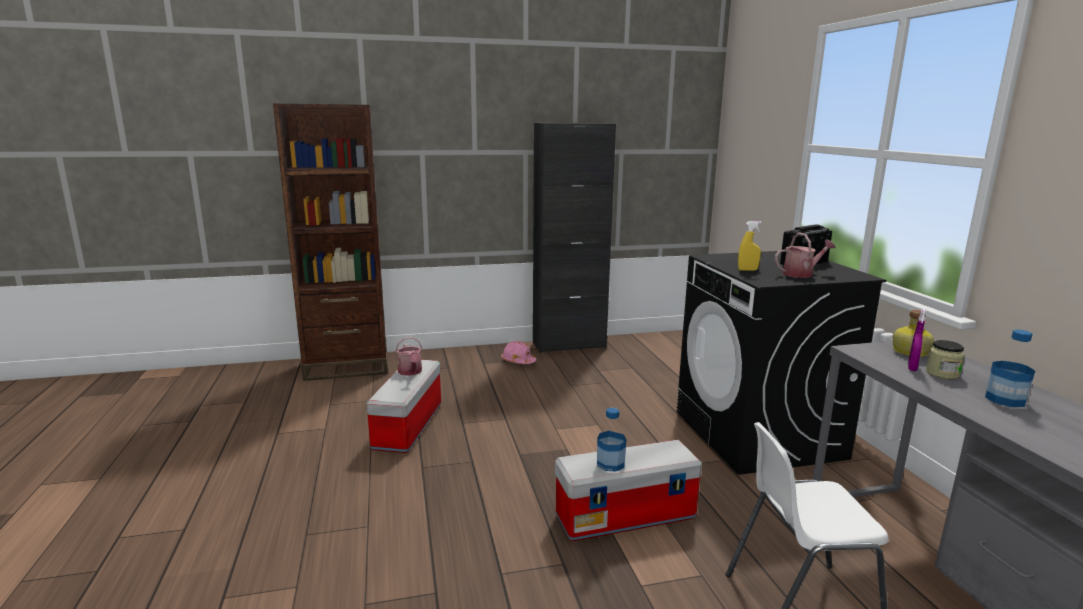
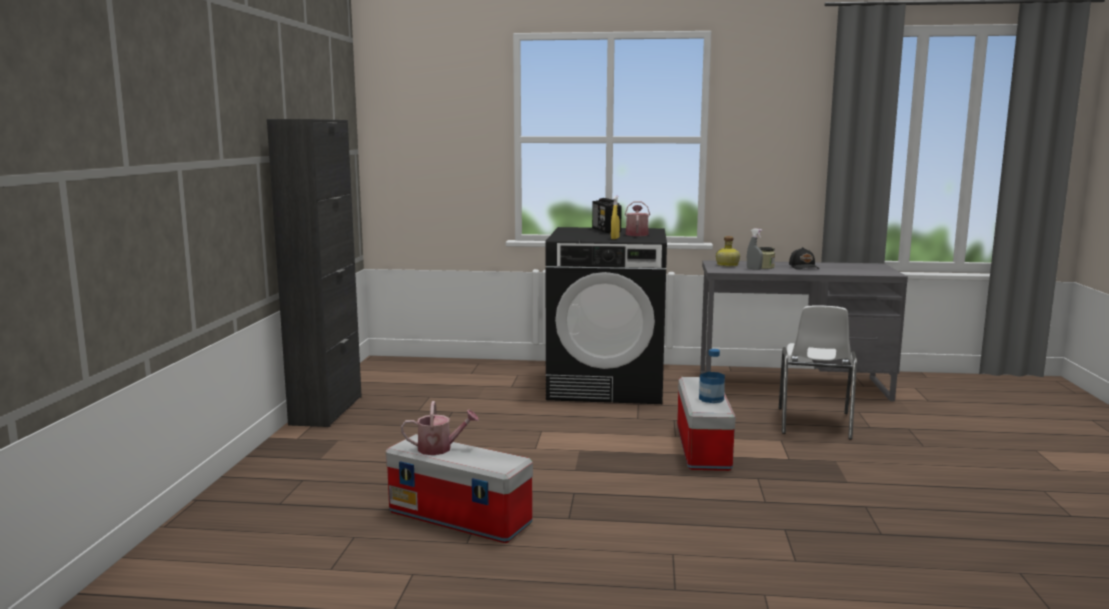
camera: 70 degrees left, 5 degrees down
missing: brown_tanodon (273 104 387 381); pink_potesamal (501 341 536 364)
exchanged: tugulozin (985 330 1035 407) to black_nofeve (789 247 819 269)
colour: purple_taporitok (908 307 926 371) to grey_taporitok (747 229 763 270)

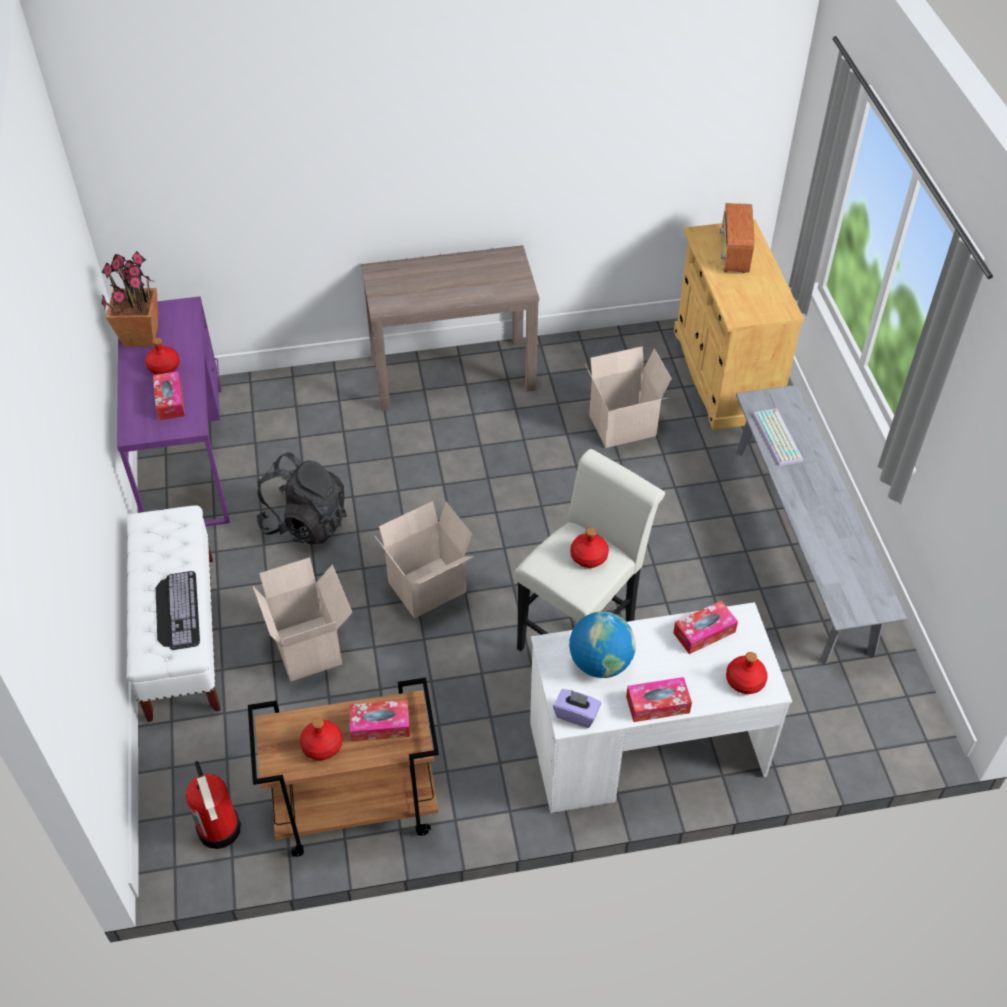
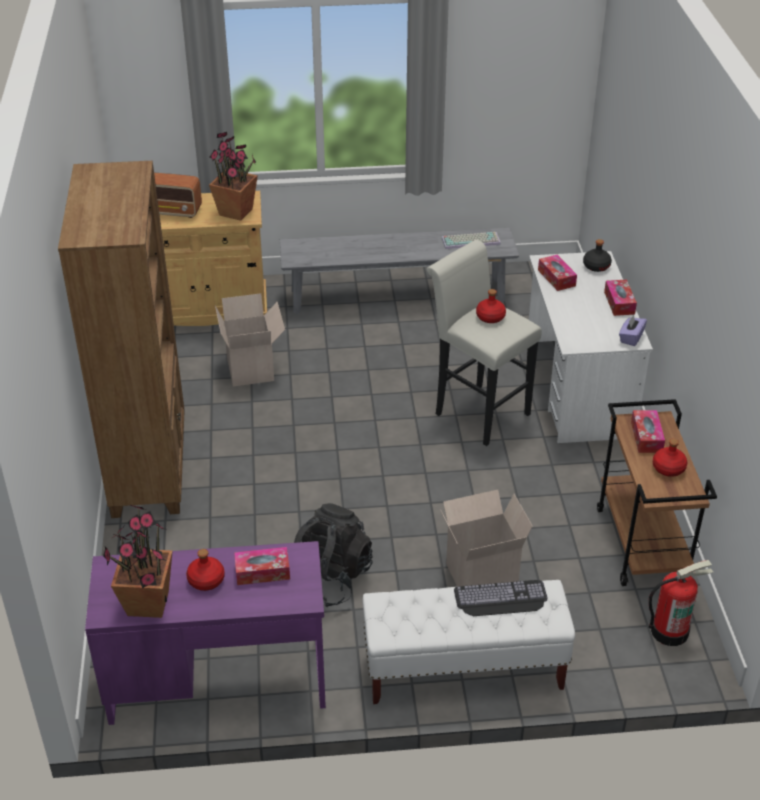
camera: 85 degrees left, 10 degrees down
missing: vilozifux (374 501 474 619); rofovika (569 611 636 678)
appeared: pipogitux (209 132 258 221)
relocated: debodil (753 408 803 466) to (442 232 501 249)
exchanged: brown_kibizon (361 245 539 411) to brown_tanodon (58 161 185 518)
colour: red_tugulozin (726 652 768 694) to black_tugulozin (583 239 612 272)

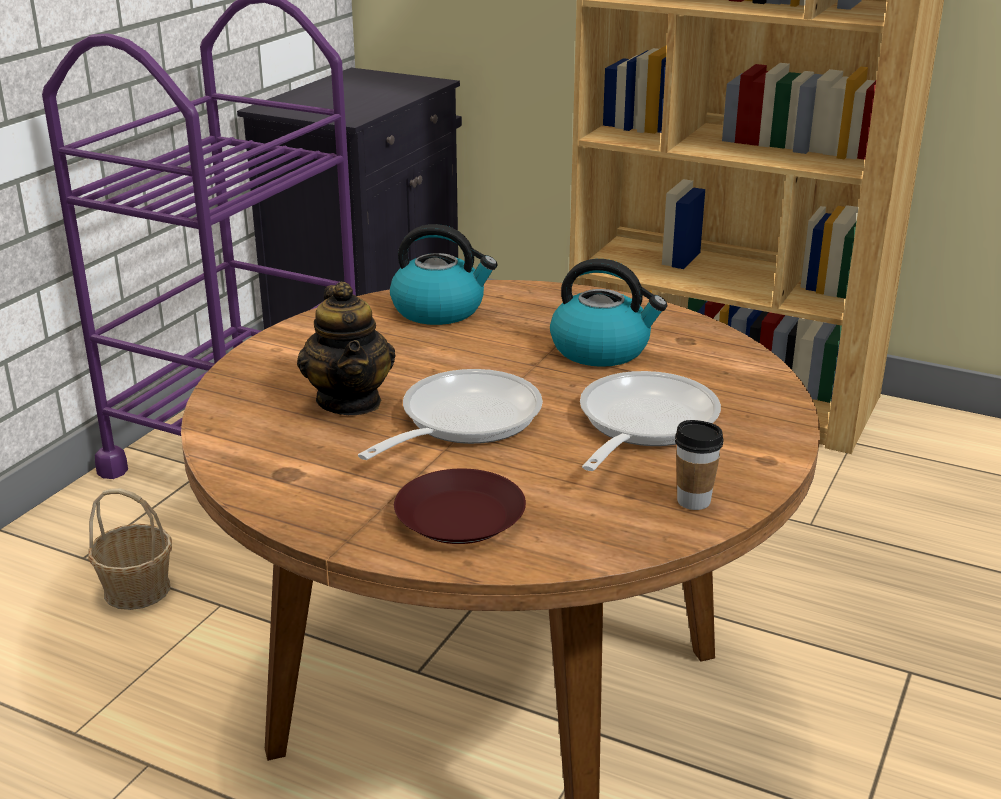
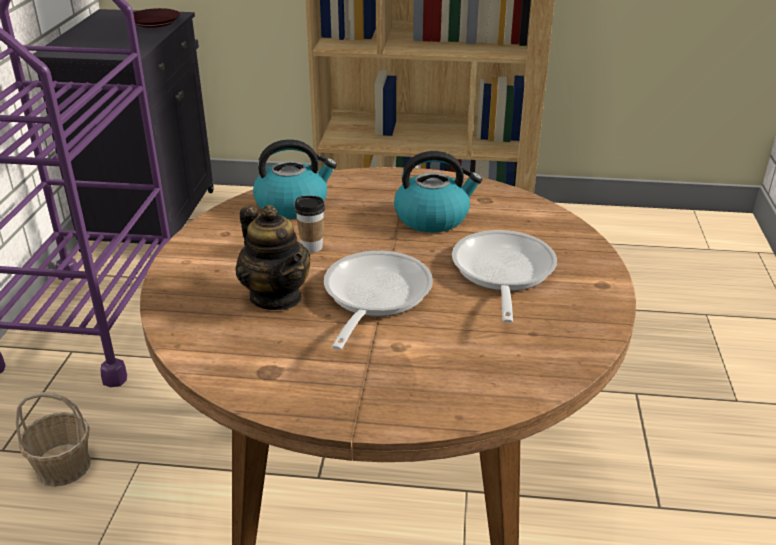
camera: 20 degrees left, 5 degrees up
relocated: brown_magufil (394 469 526 544) to (133 8 180 28); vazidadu (675 420 724 510) to (294 196 325 253)

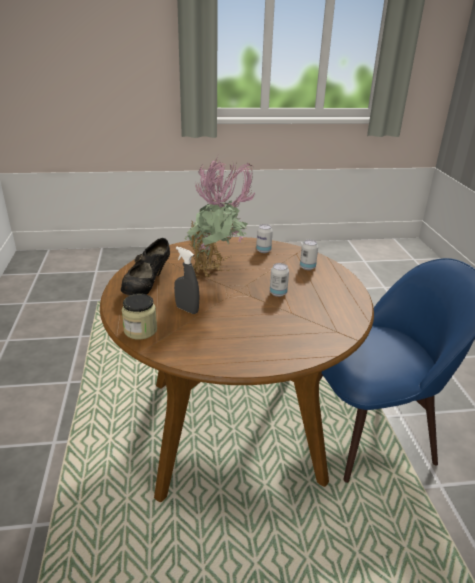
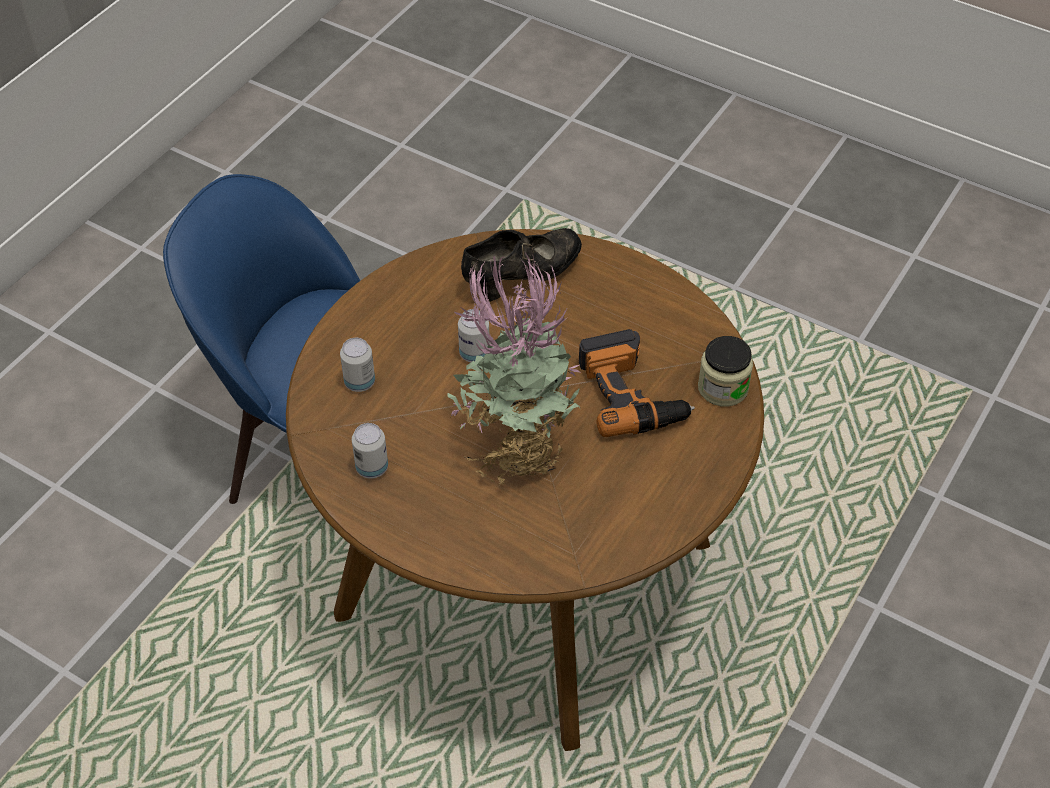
camera: 140 degrees left, 20 degrees up
relocated: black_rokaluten (121 238 170 296) to (461 228 582 302)
exchanged: grey_taporitok (174 247 200 314) to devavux (578 329 695 437)

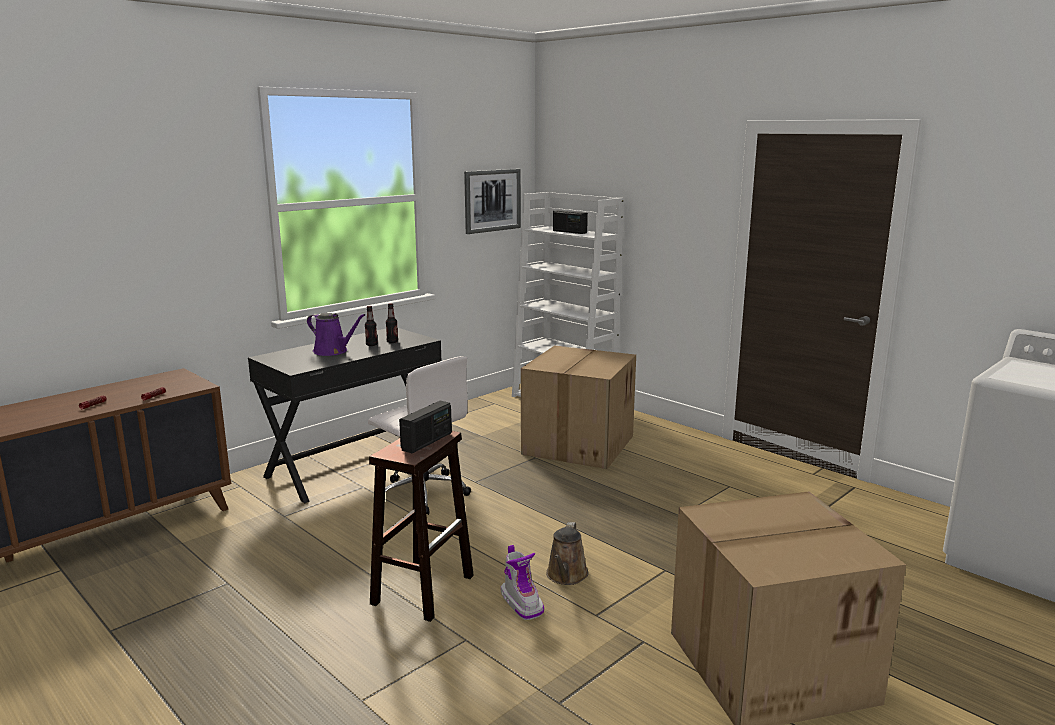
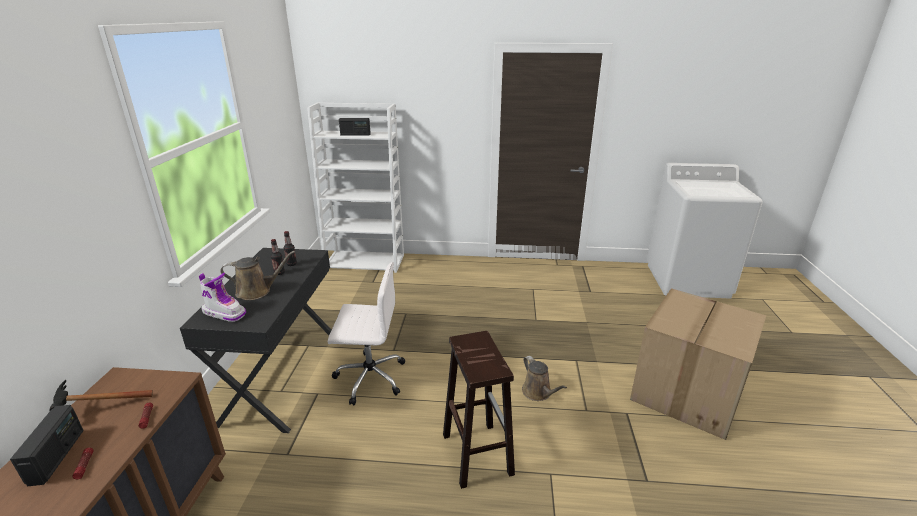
camera: 40 degrees left, 10 degrees up
missing: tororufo (464 169 521 234); vilozifux (521 345 636 469)
appeared: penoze (49 380 153 412)
relocated: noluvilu (399 401 452 453) to (10 405 84 486); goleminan (501 545 544 620) to (199 273 246 322)
colour: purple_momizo (307 313 365 356) to brown_momizo (220 251 295 300)

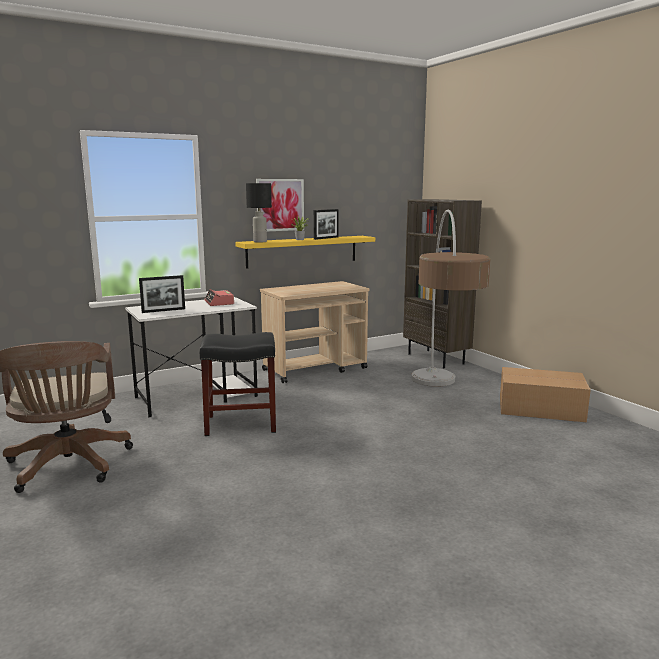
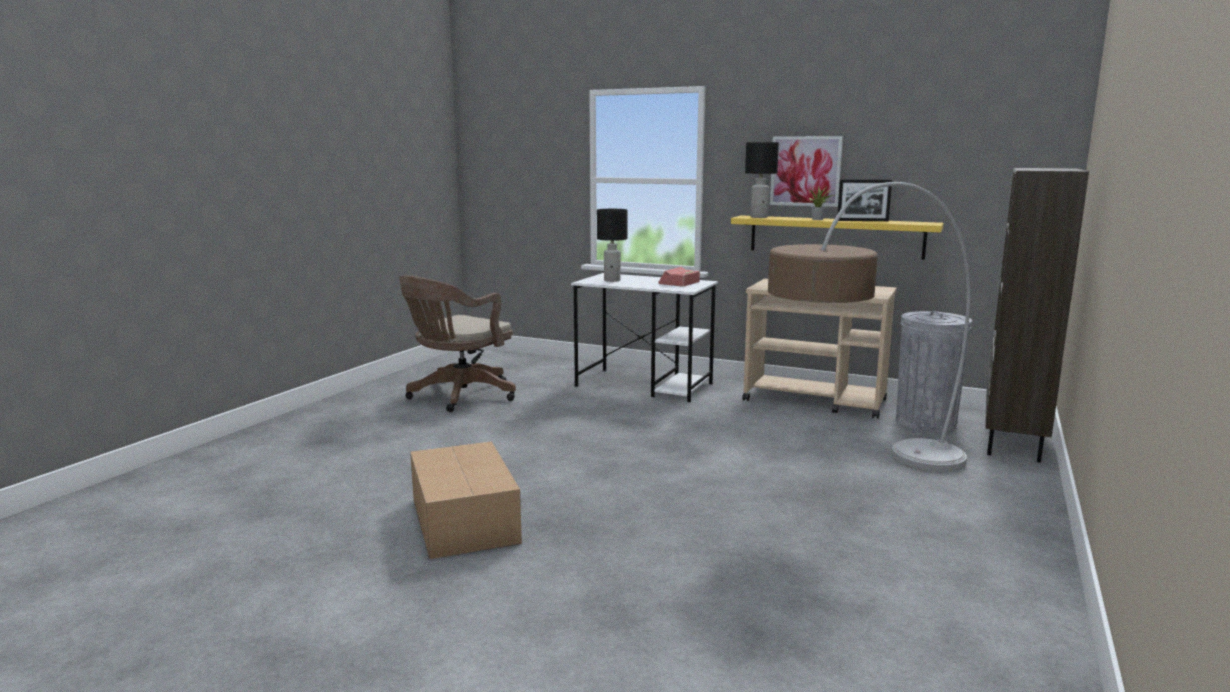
camera: 55 degrees right, 0 degrees up
missing: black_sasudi (200 332 276 436)
appeared: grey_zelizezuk (896 311 972 432)
relocated: vilozifux (500 367 591 422) to (410 441 522 559)
exchanged: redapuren (139 275 185 313) to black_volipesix (597 209 628 282)

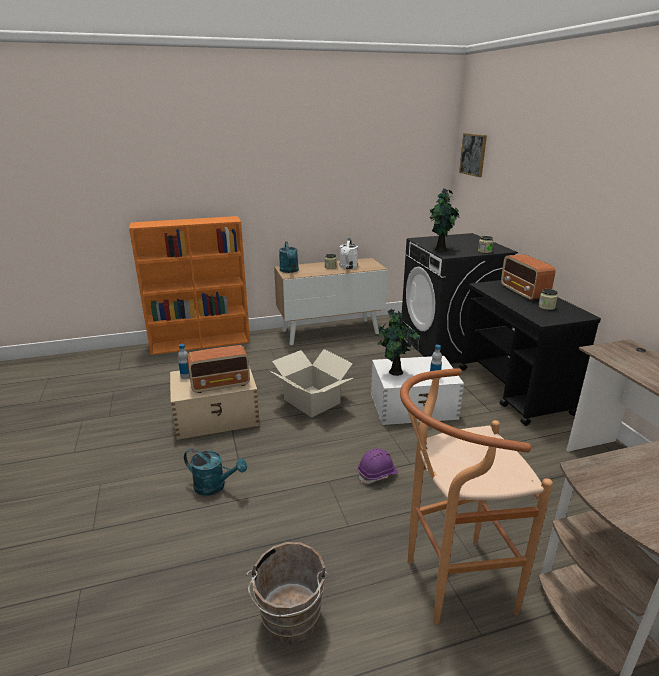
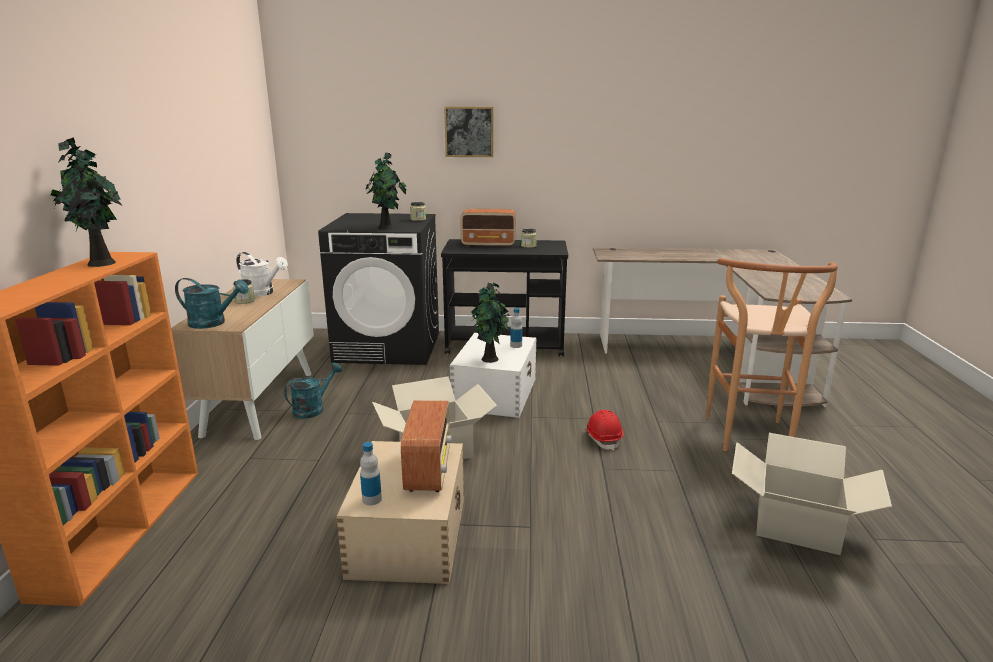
camera: 70 degrees left, 5 degrees down
appeared: pipogitux (51 137 123 267)
relocated: turquoise_momizo (184 449 247 496) to (284 363 342 419); tororufo (459 133 487 177) to (444 107 493 157)
exchanged: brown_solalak (246 542 328 644) to vilozifux (732 433 892 555)
colour: purple_potesamal (358 448 398 484) to red_potesamal (585 410 623 451)

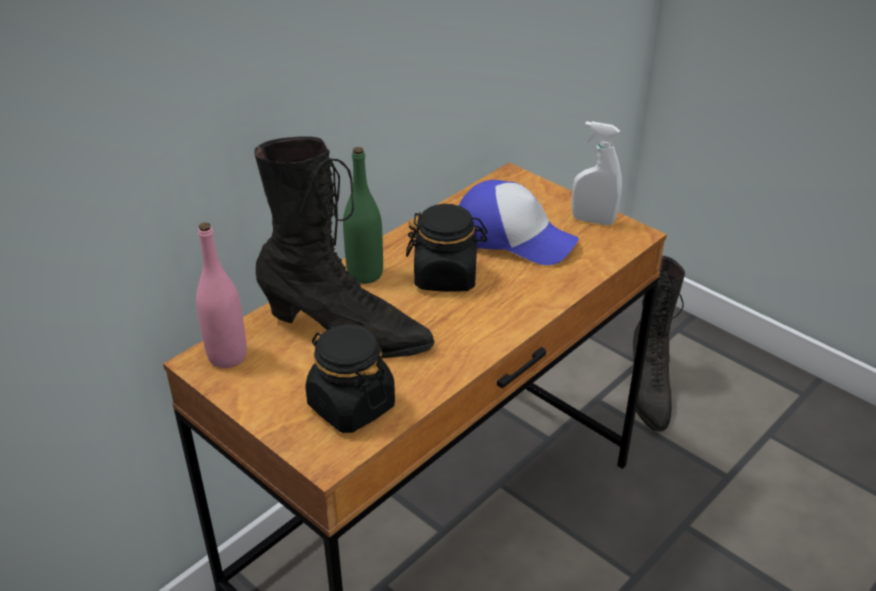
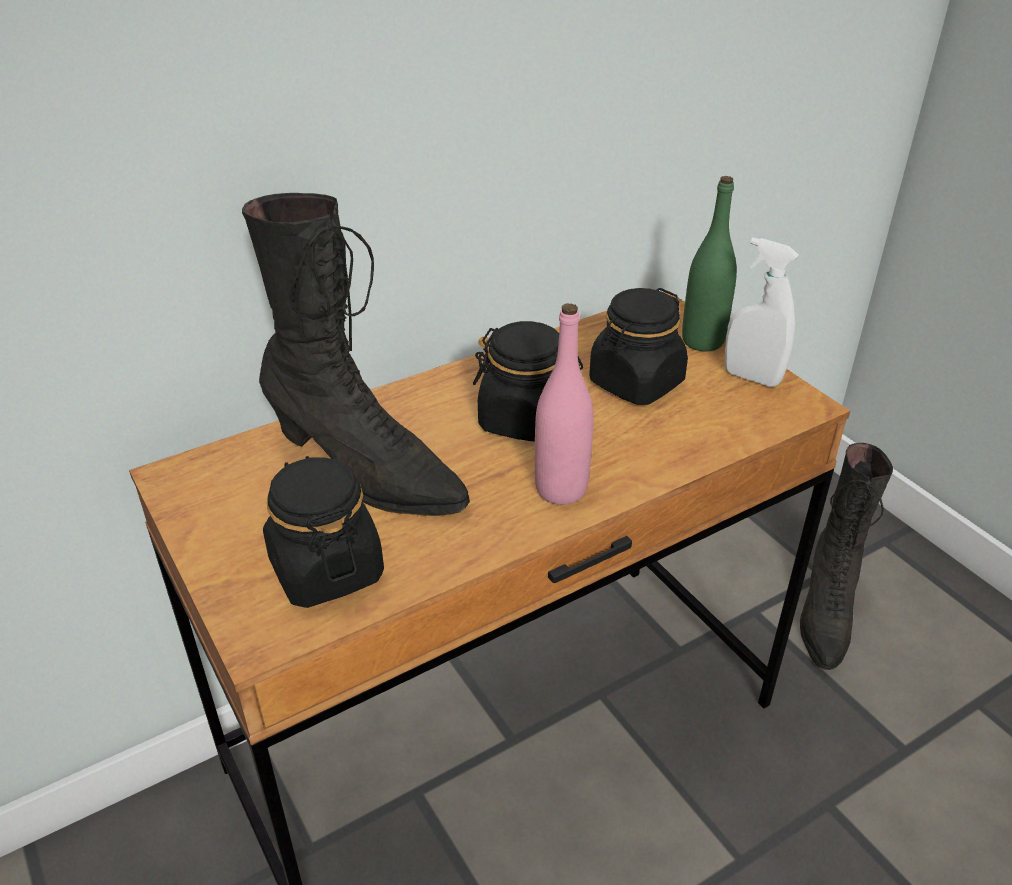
camera: 15 degrees right, 0 degrees up
relocated: pink_tugulozin (196 222 247 368) to (535 303 594 505); green_tugulozin (343 147 383 284) to (682 176 737 351)
exchanged: nofeve (459 180 579 265) to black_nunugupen (589 288 688 405)

